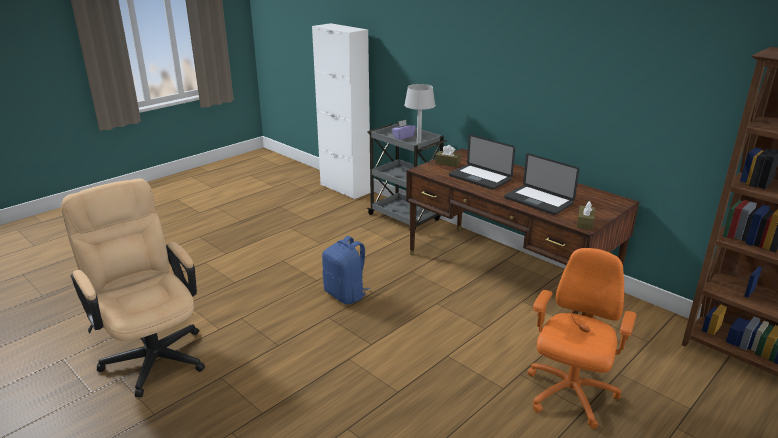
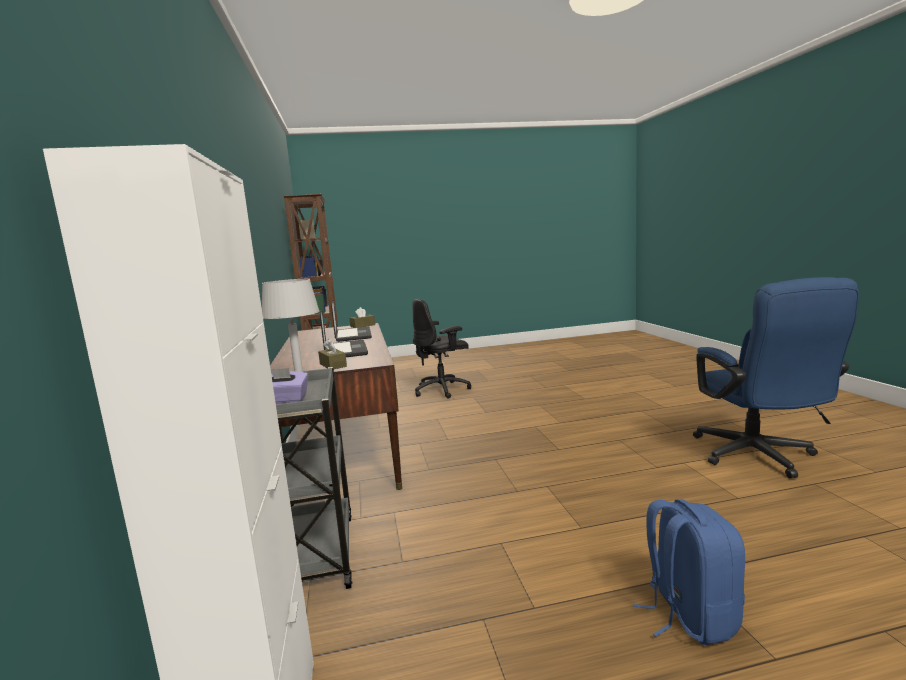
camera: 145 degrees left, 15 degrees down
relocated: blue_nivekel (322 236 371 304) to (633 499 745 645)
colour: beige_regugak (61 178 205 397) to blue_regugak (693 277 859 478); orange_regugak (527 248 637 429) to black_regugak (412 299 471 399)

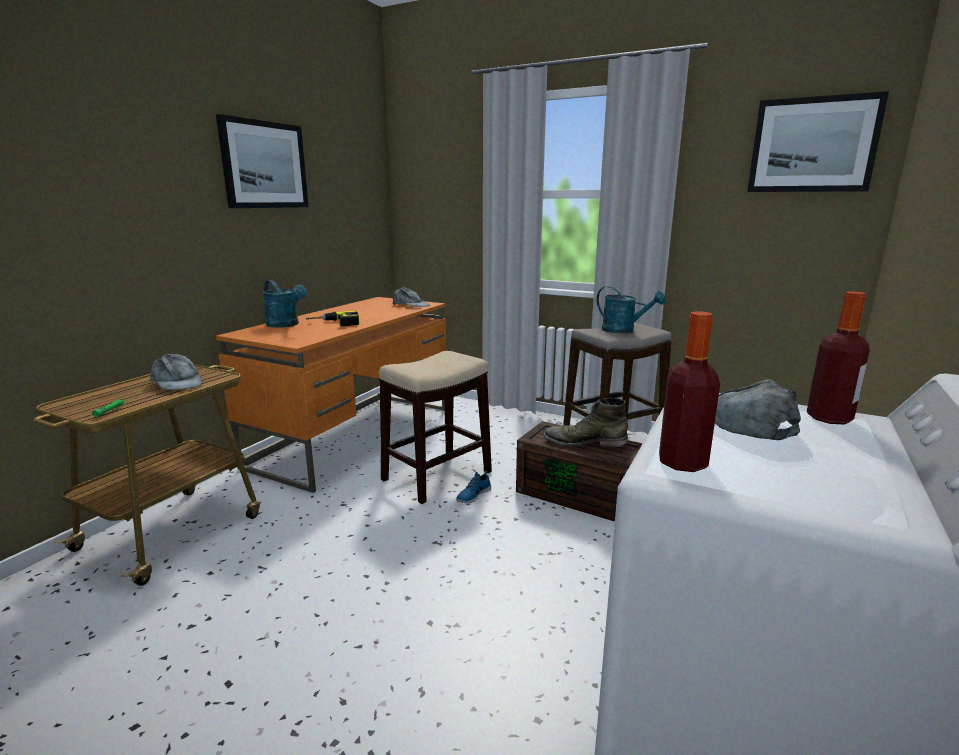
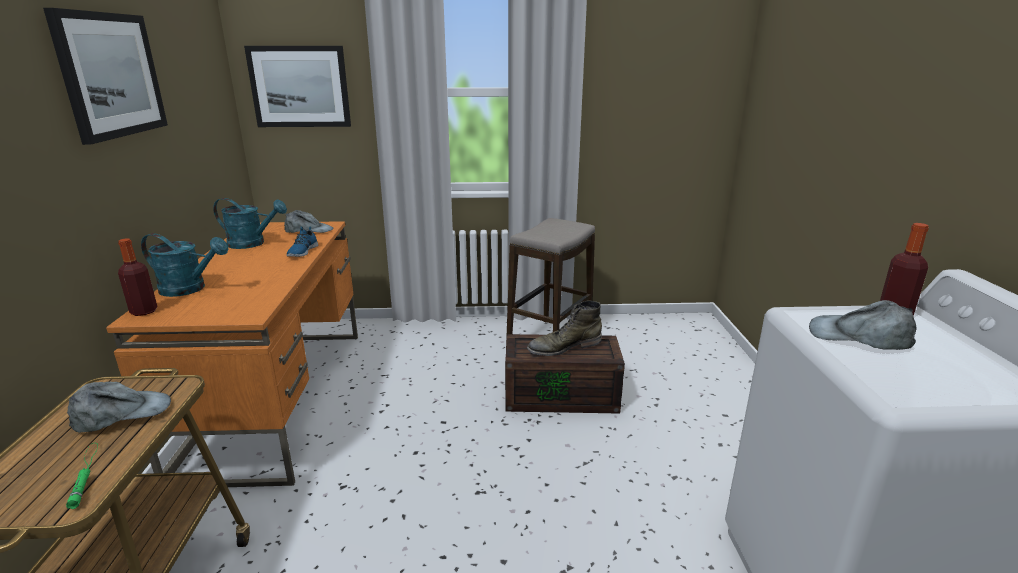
camera: 30 degrees left, 5 degrees up
missing: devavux (306 311 359 326); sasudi (379 351 492 504)
relocated: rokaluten (456 470 491 503) to (286 227 318 257); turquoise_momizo (597 286 666 333) to (213 198 287 249); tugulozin (659 311 720 472) to (118 238 158 316); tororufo (747 91 889 192) to (244 46 351 127)
spun: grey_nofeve (150 354 203 390) = (67 382 171 432) 45 degrees counterclockwise

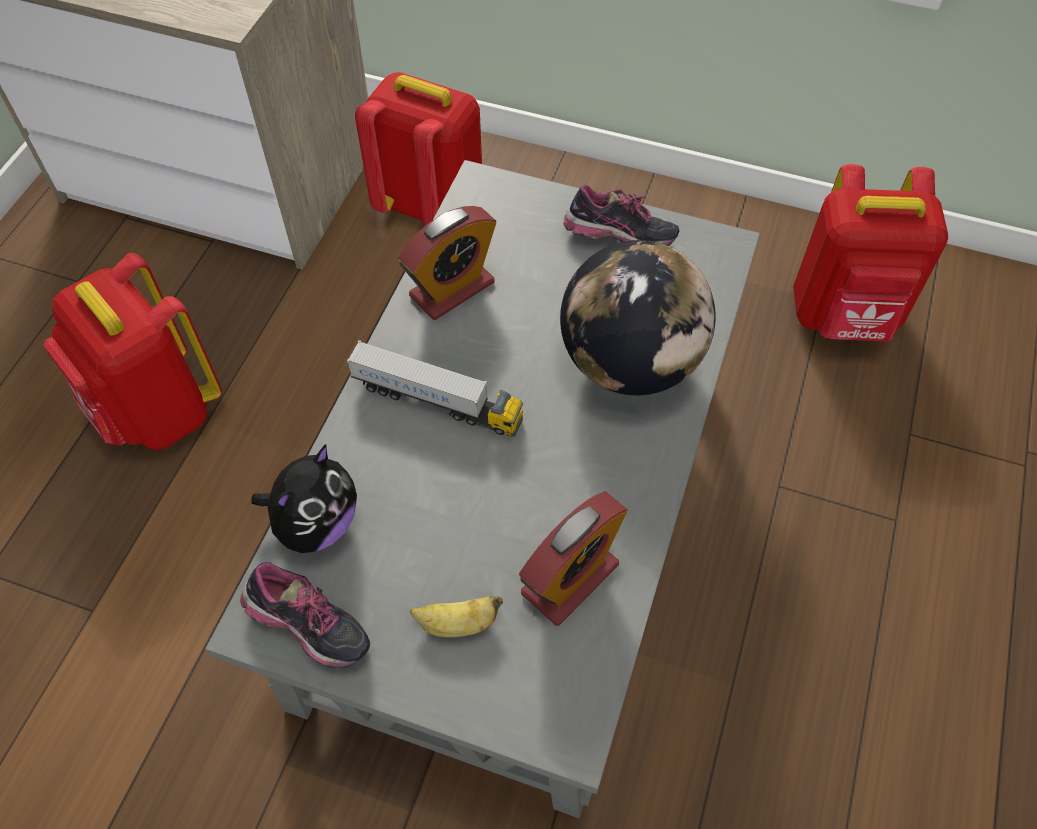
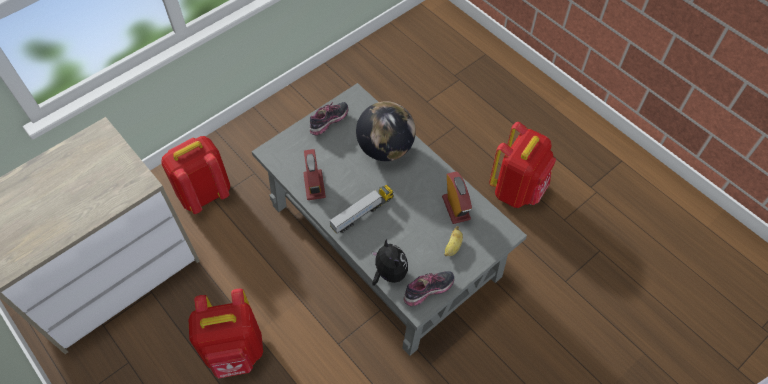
camera: 60 degrees left, 0 degrees up
relocated: red_nivekel (793 164 948 341) to (489 122 556 208)

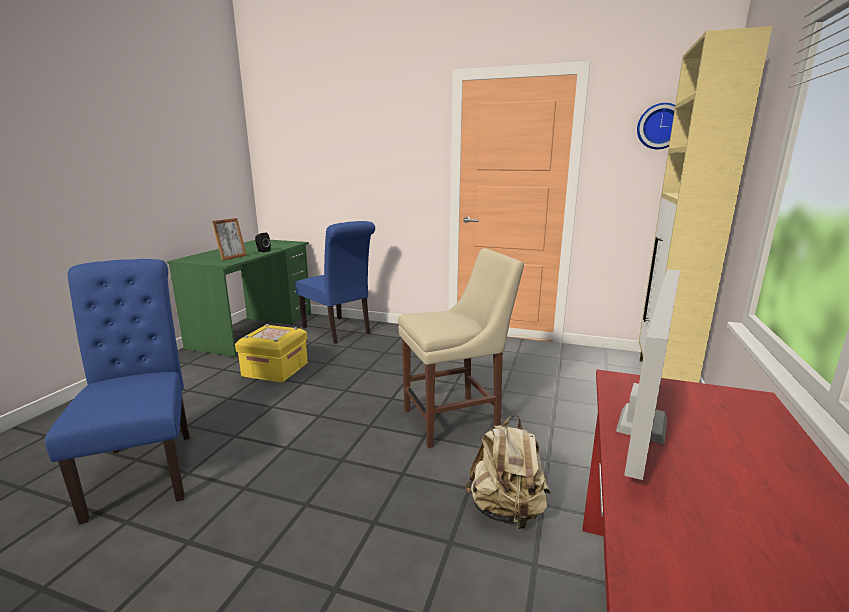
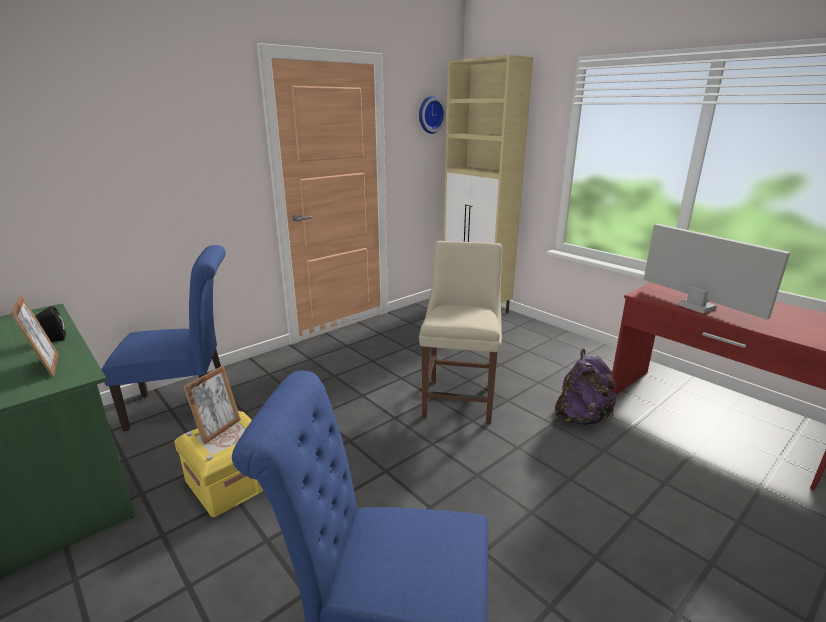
camera: 60 degrees left, 5 degrees up
appeared: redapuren (184 366 241 445)
colour: beige_nivekel (465 415 551 530) to purple_nivekel (555 349 618 425)

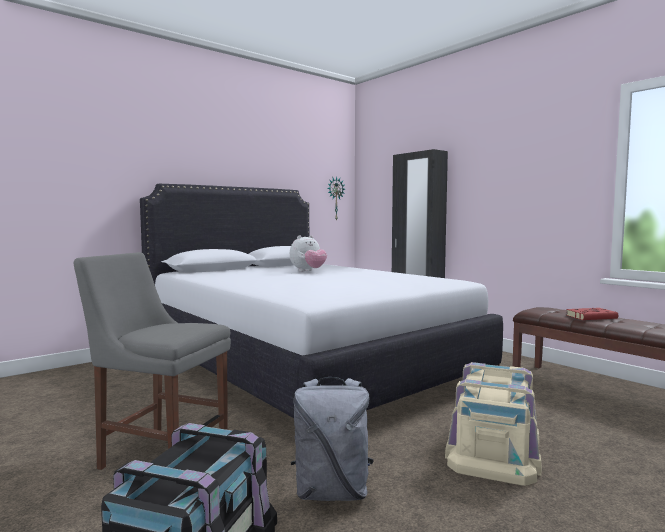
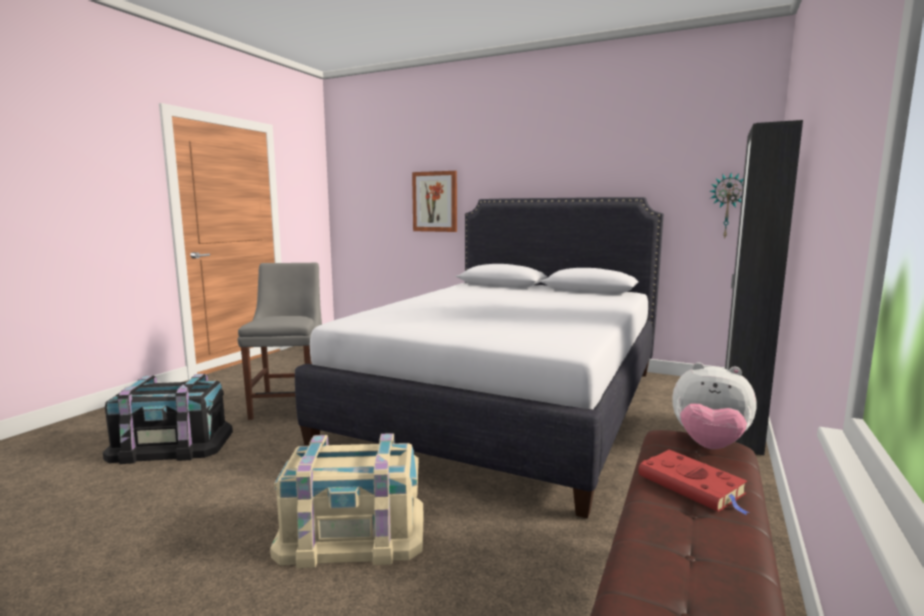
camera: 65 degrees right, 5 degrees up
missing: grey_nivekel (291 377 374 501)
appeared: tororufo (412 171 457 232)
relocated: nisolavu (290 235 327 272) to (672 362 756 449)

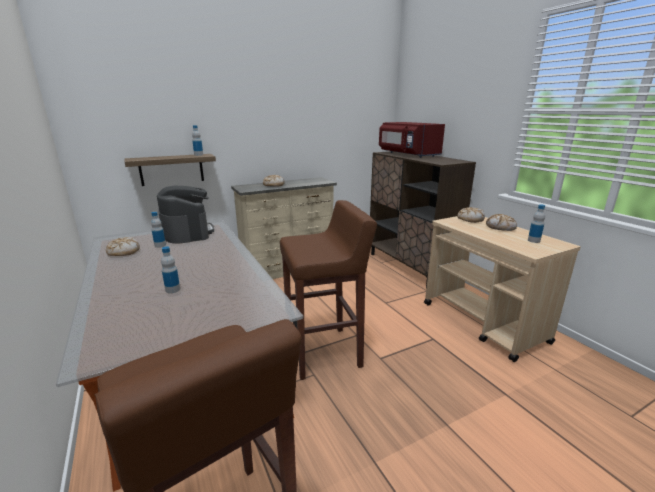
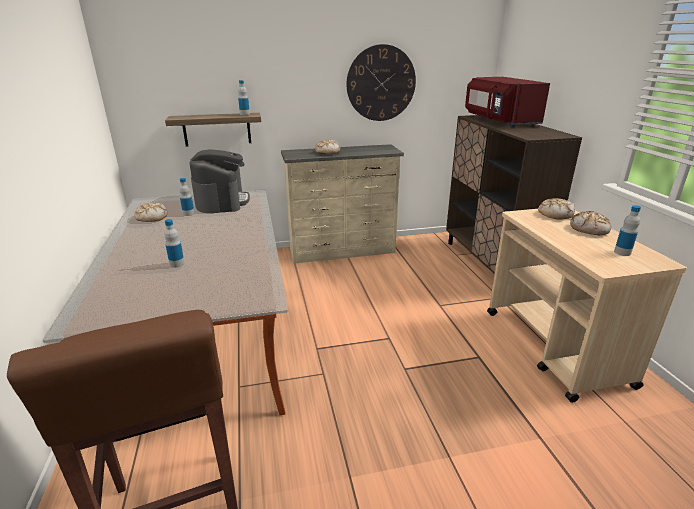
camera: 15 degrees right, 5 degrees up
missing: brown_sasudi (280 200 377 380)
appeared: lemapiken (346 44 416 121)

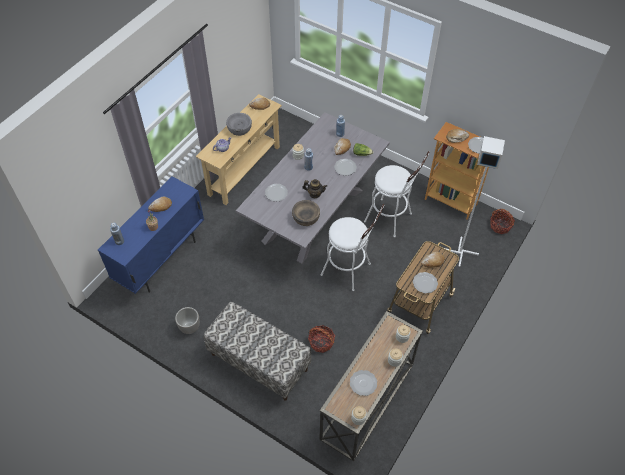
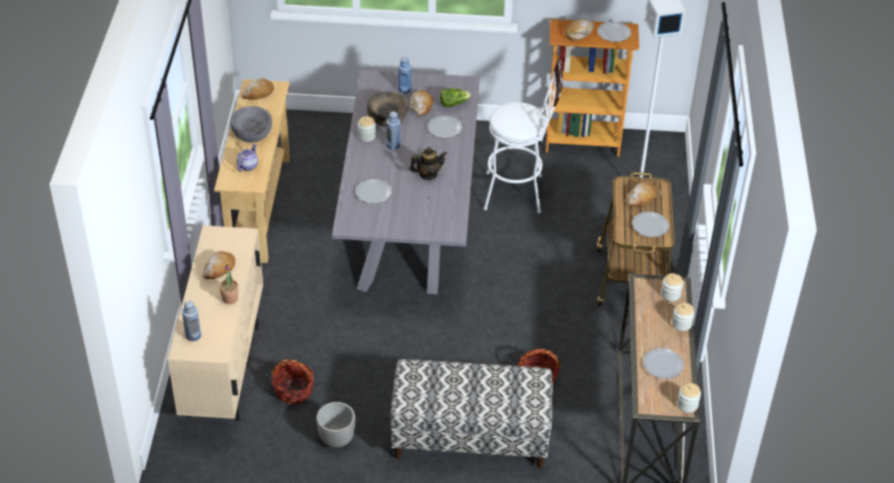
camera: 30 degrees left, 10 degrees down
missing: white_sasudi (321 204 385 291)
relocated: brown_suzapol (292 200 320 226) to (367 91 408 127); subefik (490 209 515 234) to (271 359 314 404)
colour: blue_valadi (98 176 204 294) to beige_valadi (167 225 263 421)

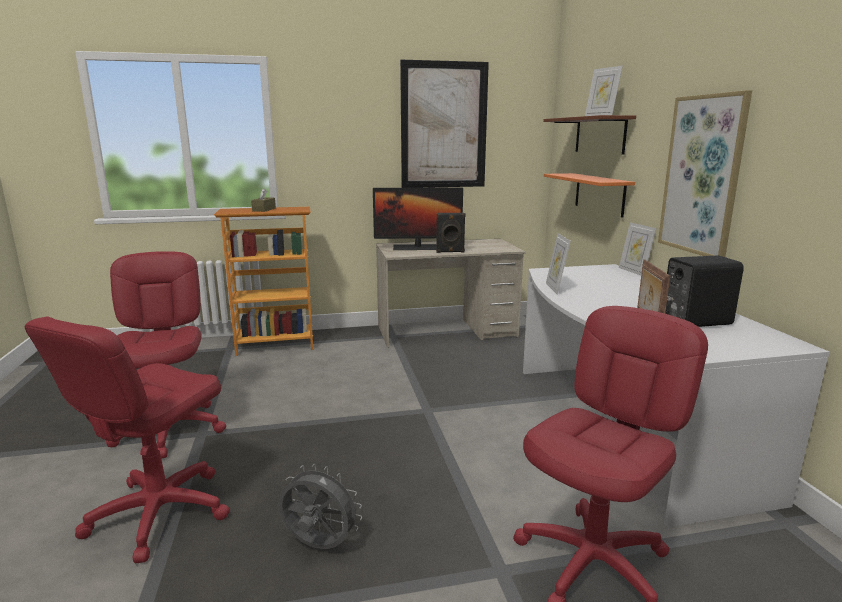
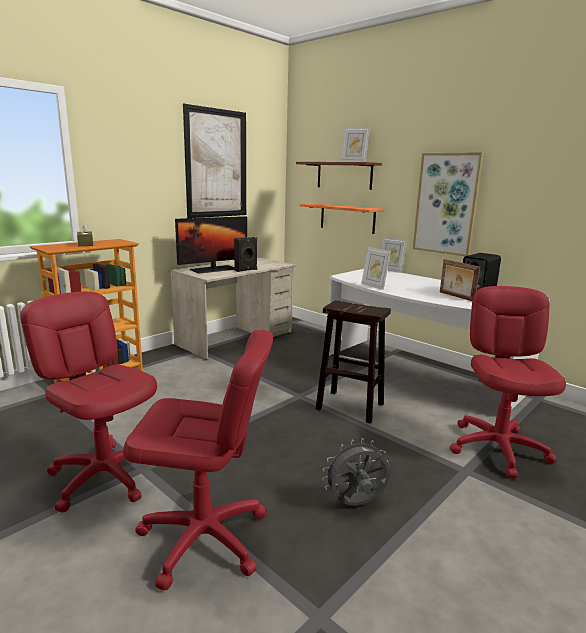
camera: 35 degrees left, 0 degrees up
appeared: brown_sasudi (316 300 391 424)
spun: red_regugak (25 316 230 564) = (123 330 273 591) 75 degrees counterclockwise

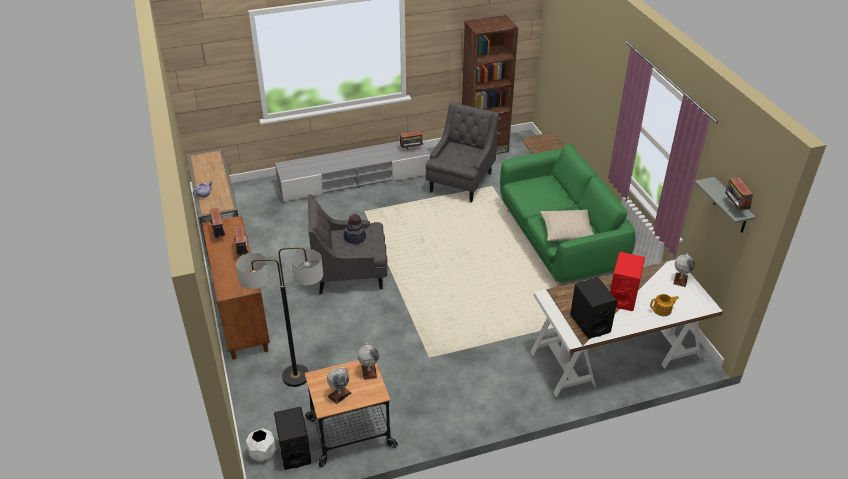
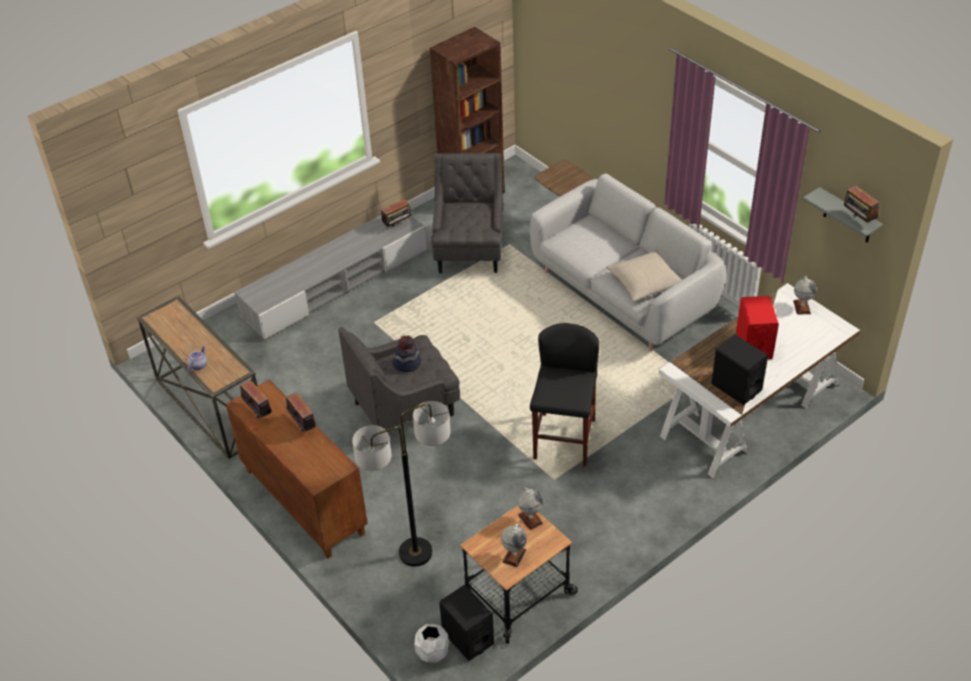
camera: 20 degrees left, 5 degrees up
missing: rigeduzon (650 294 679 316)
appeared: black_sasudi (530 323 599 466)
colour: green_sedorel (500 145 636 287) to grey_sedorel (530 174 725 351)

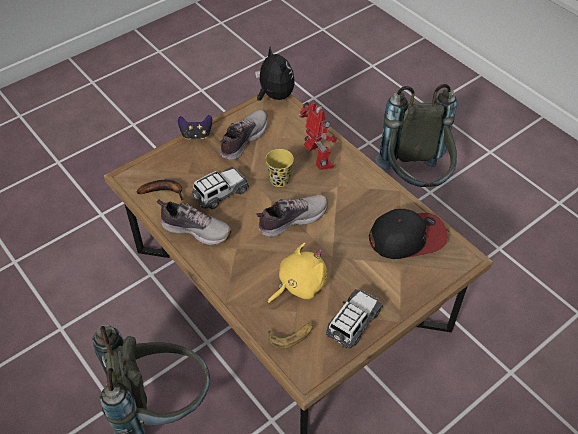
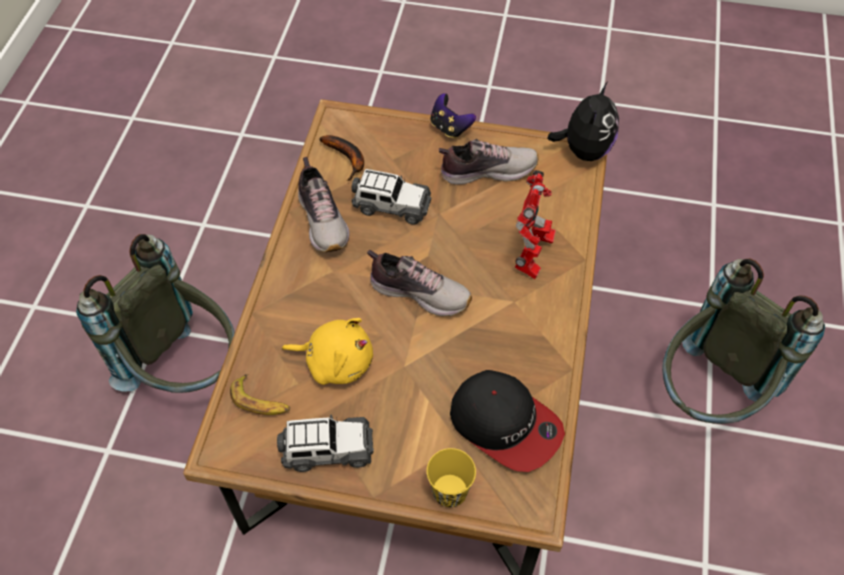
camera: 50 degrees right, 5 degrees up
relocated: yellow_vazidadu (265 149 294 187) to (427 448 476 507)

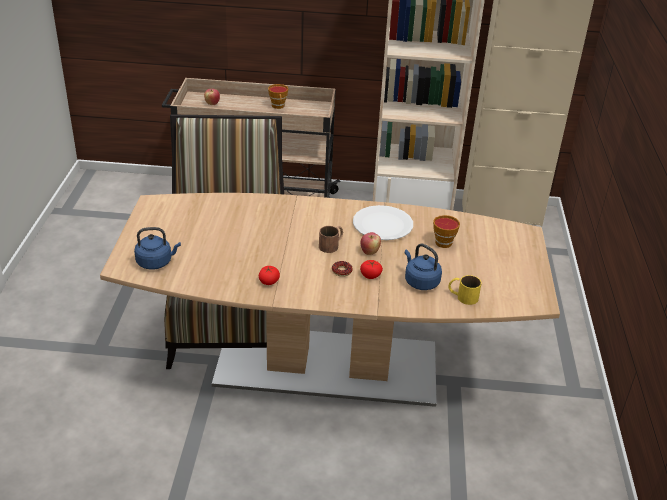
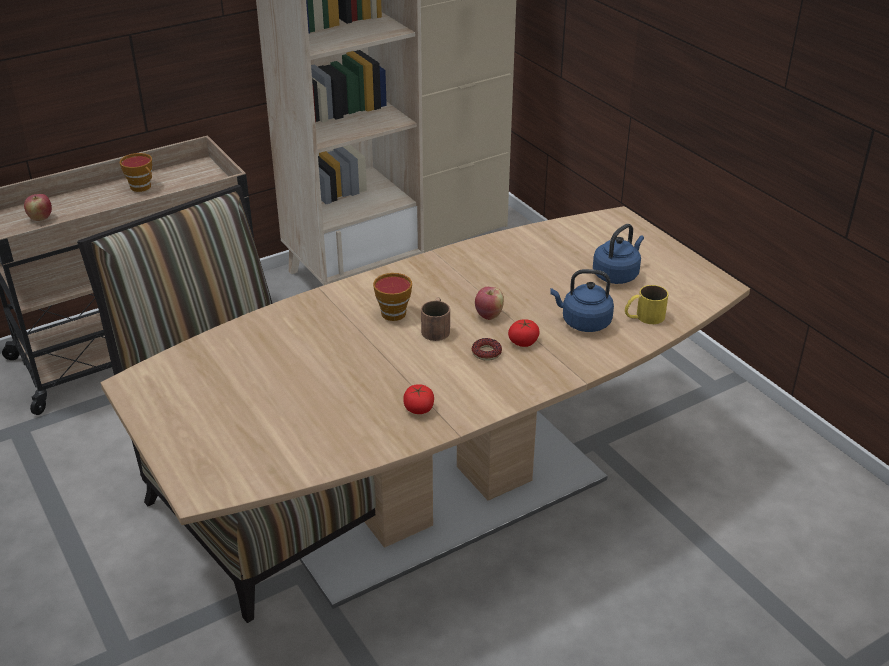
camera: 35 degrees left, 0 degrees up
missing: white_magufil (353 205 413 240)
relocated: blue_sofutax (134 227 181 270) to (593 224 644 284); vazidadu (433 215 460 248) to (373 273 412 321)

